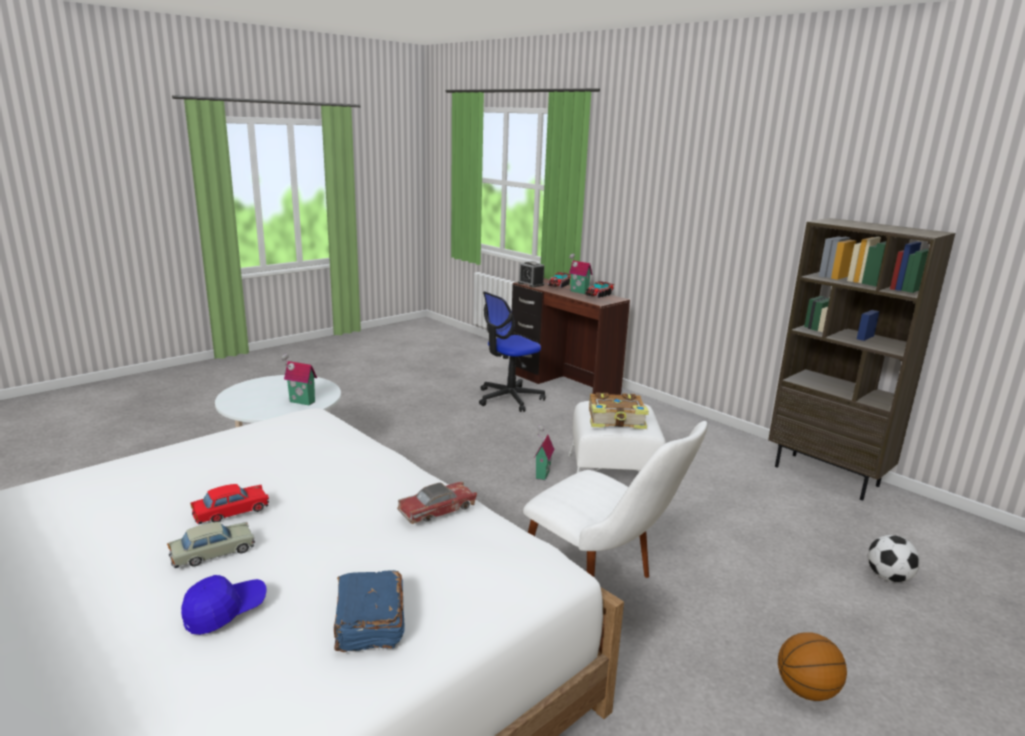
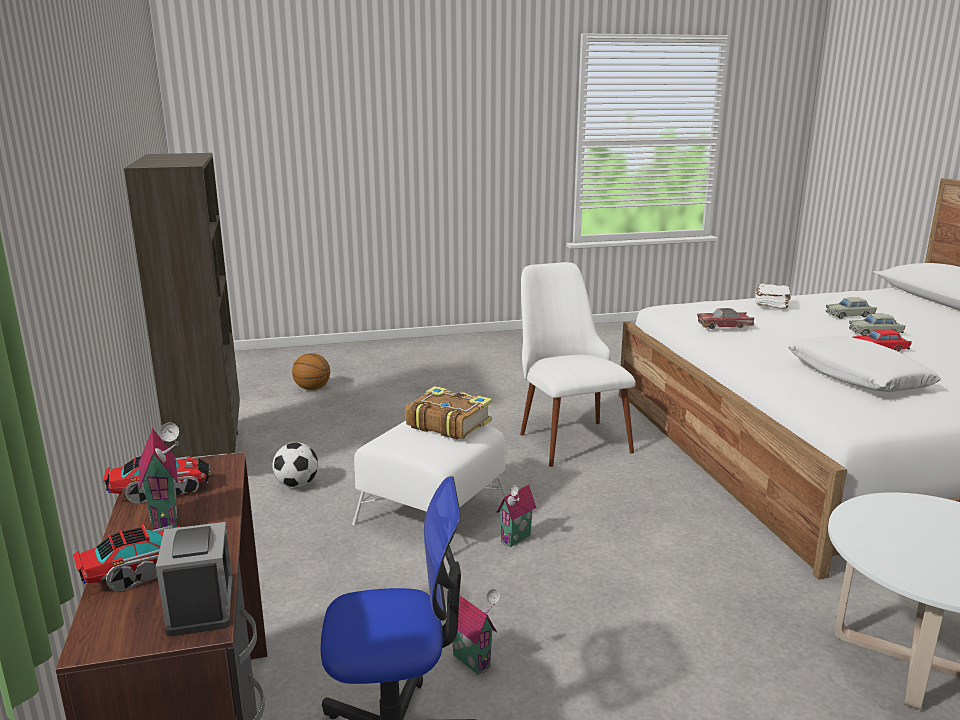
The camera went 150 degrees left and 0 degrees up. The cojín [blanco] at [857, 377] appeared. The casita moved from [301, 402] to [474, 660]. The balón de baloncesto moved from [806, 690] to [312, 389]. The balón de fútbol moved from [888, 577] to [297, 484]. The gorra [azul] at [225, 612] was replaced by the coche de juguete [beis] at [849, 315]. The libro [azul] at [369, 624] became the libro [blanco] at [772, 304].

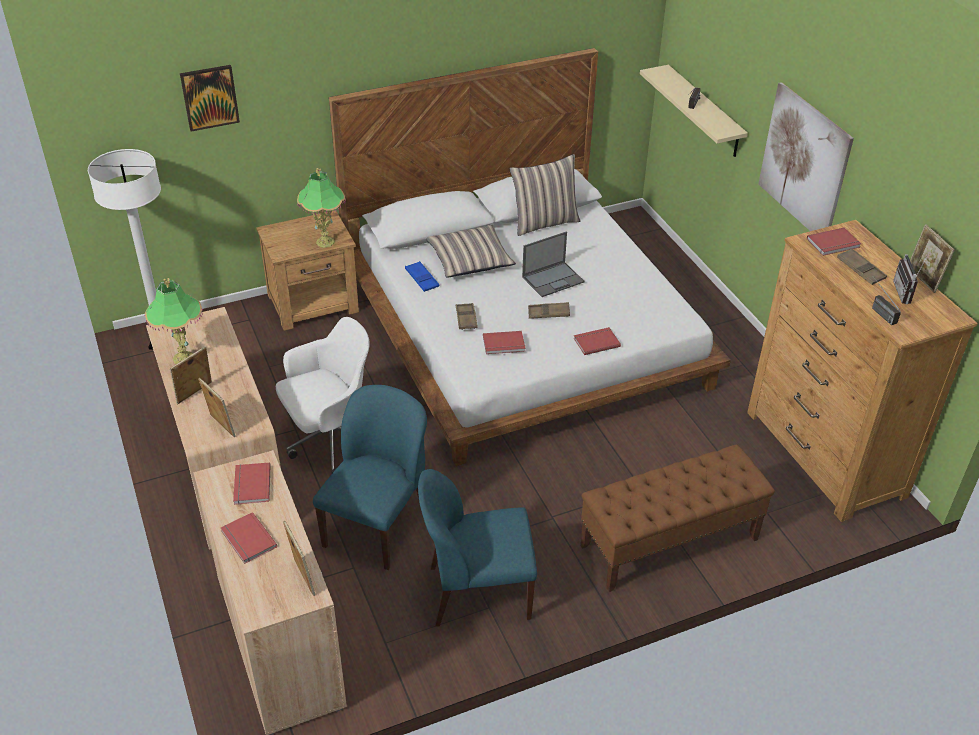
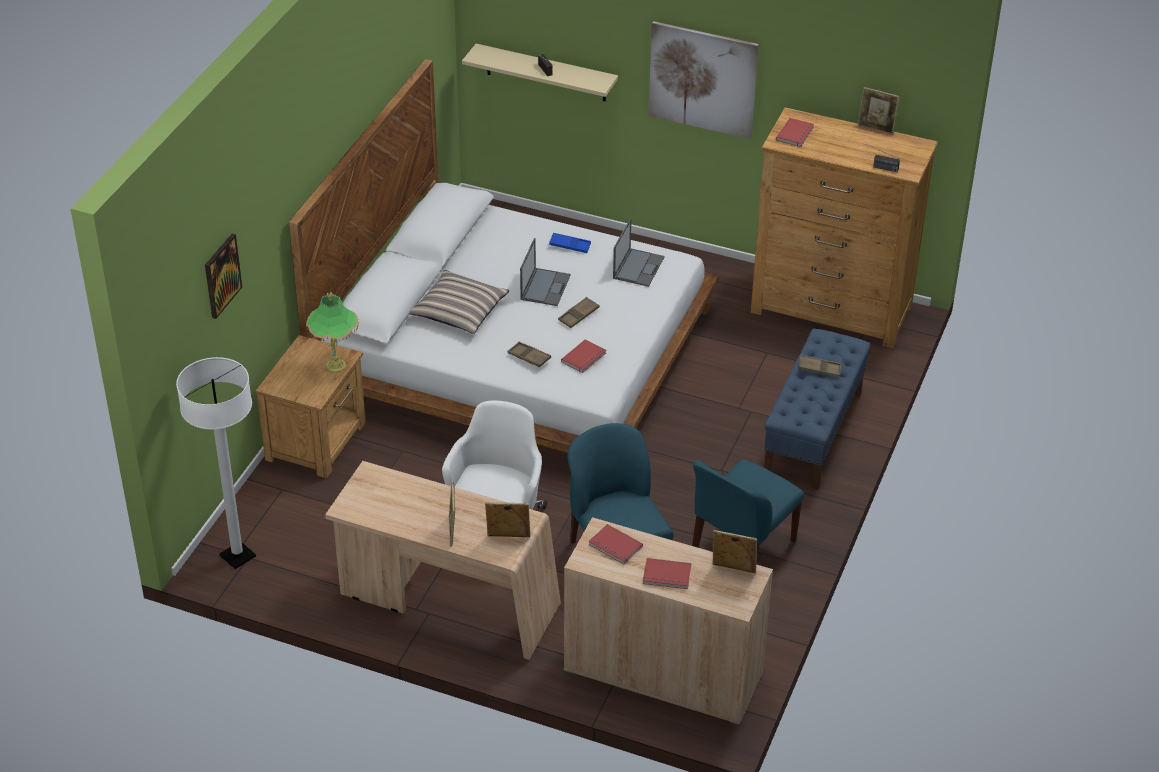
The camera went 45 degrees left and 0 degrees up. The lámpara de mesa at [183, 358] disappeared. The cojín at [544, 222] disappeared. The libro [rojo] at [596, 342] disappeared. The radio at [906, 293] disappeared. The portátil at [638, 267] appeared. The bandeja [azul] moved from [422, 279] to [570, 245]. The bandeja [marrón] moved from [860, 270] to [819, 369]. The banco [marrón] at [669, 543] became the banco [azul] at [813, 434].

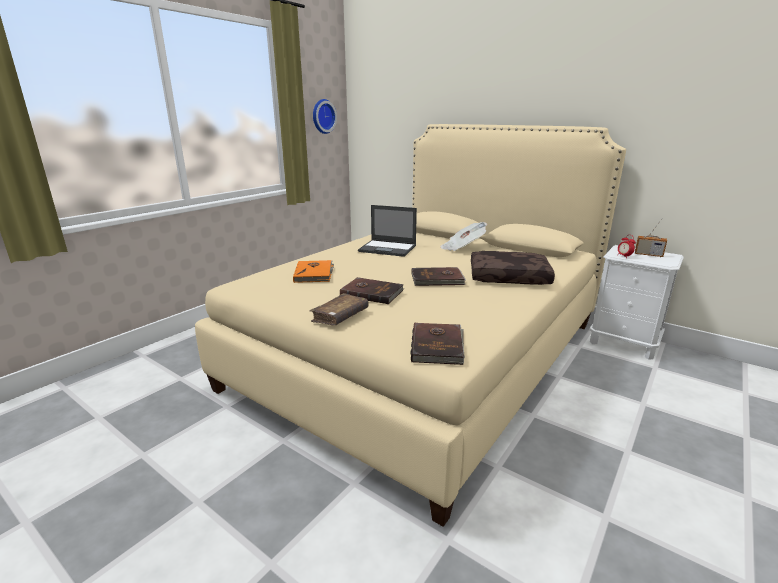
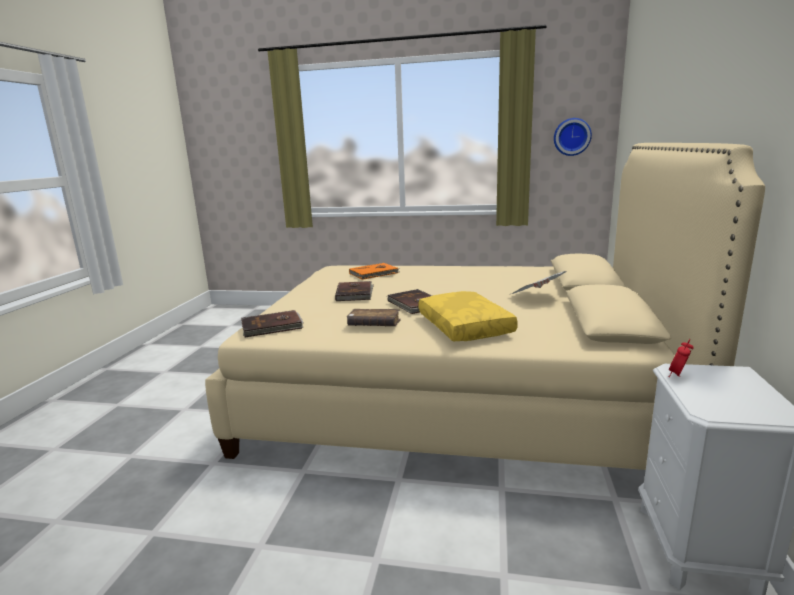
The camera went 65 degrees right and 5 degrees down. The portátil at [388, 248] disappeared. The radio at [648, 255] disappeared. The libro [marrón] moved from [340, 316] to [374, 325]. The cojín [marrón] at [509, 277] became the cojín [amarillo] at [466, 327].

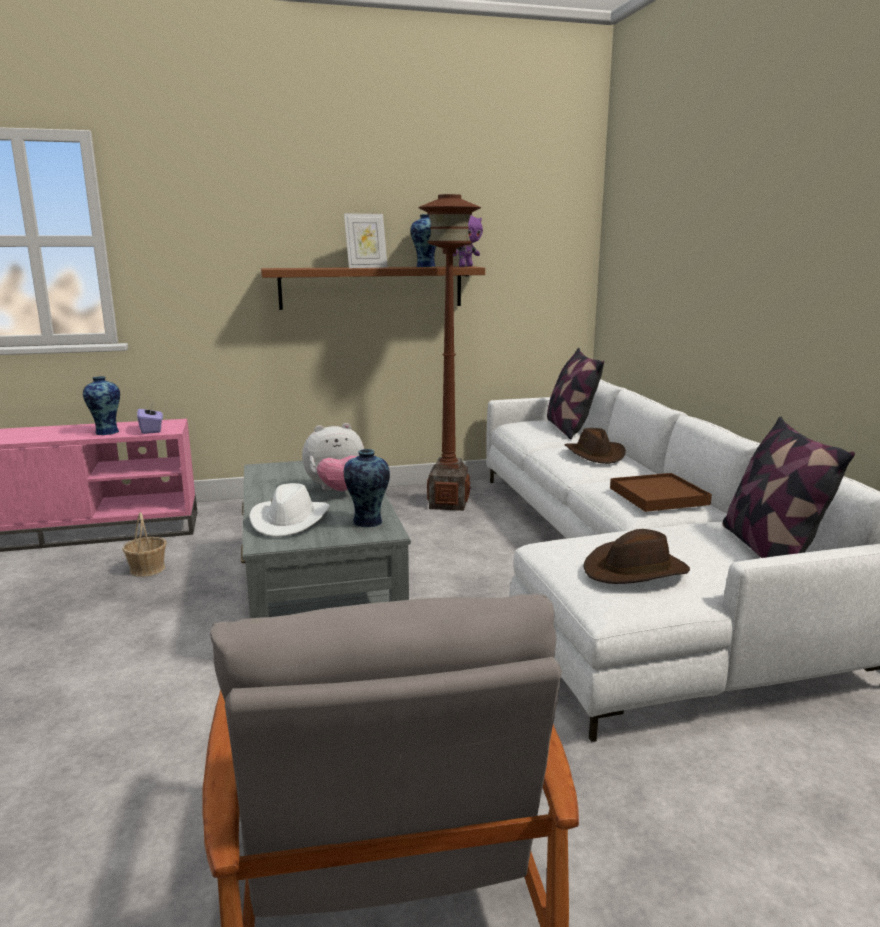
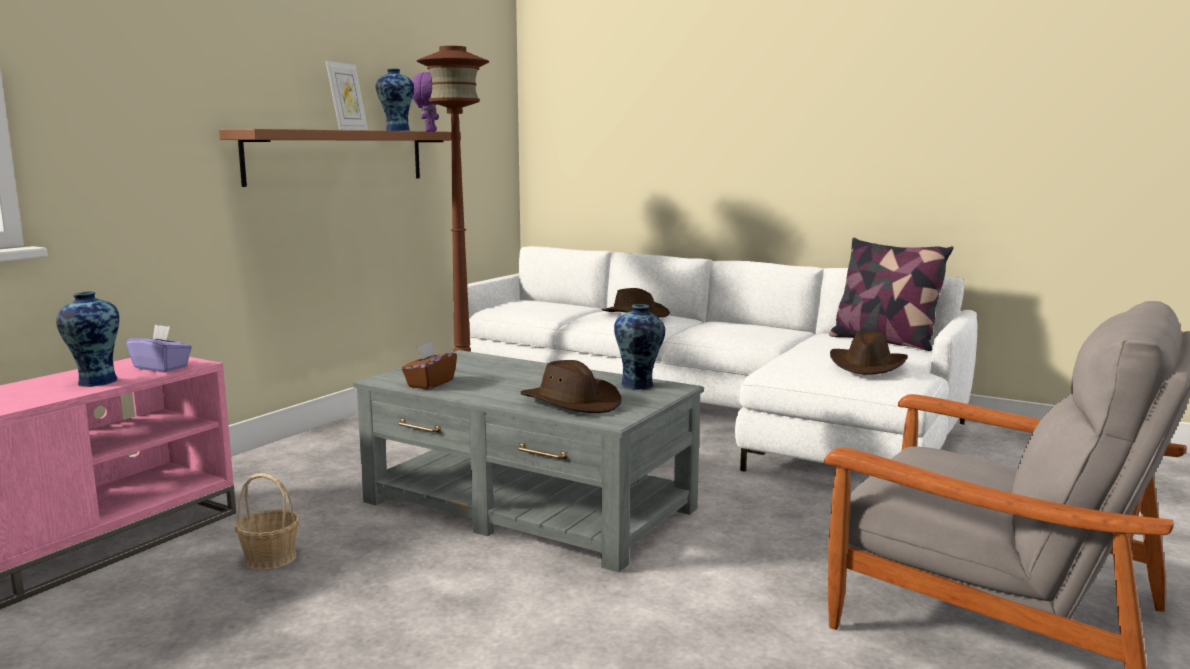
The camera went 45 degrees left and 5 degrees down. The peluche at [337, 490] disappeared. The cojín at [569, 429] disappeared. The bandeja [marrón] at [658, 496] disappeared. The caja de pañuelos [marrón] at [430, 383] appeared. The sombrero [blanco] at [290, 520] became the sombrero [marrón] at [572, 402].

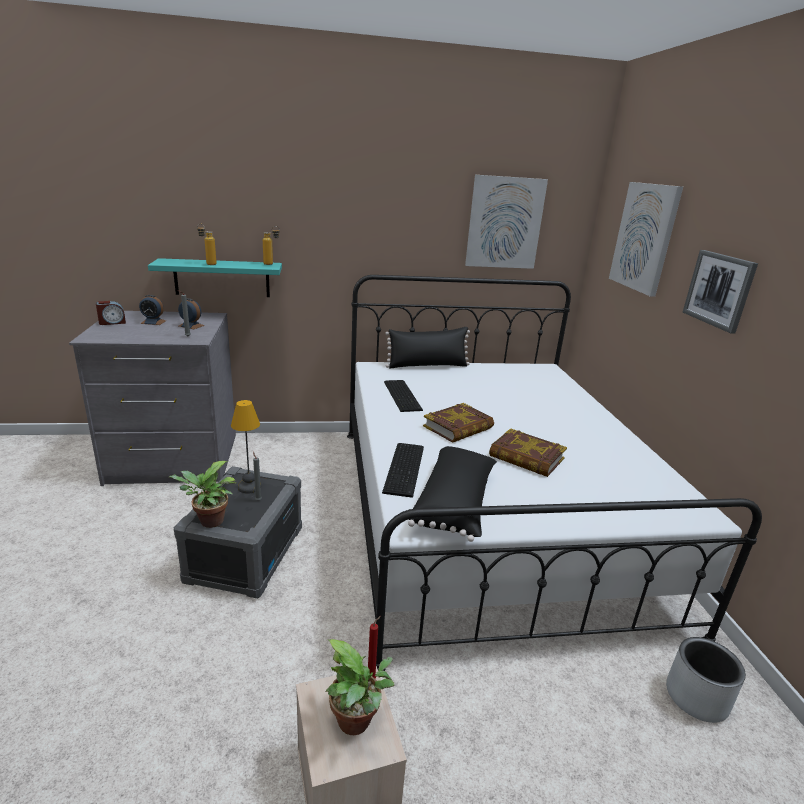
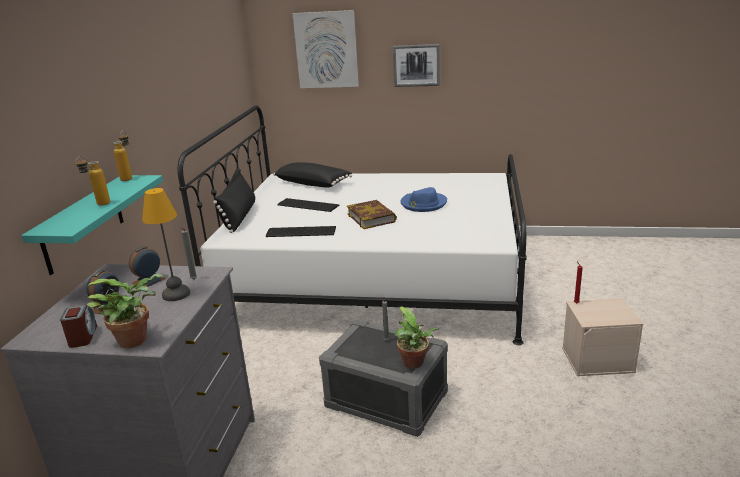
The camera went 70 degrees left and 0 degrees up. The cuadro at [504, 223] disappeared. The maceta [gris] at [696, 697] disappeared. The lámpara de mesa moved from [248, 486] to [175, 294]. The planta en maceta moved from [357, 723] to [137, 339]. The teclado moved from [406, 468] to [308, 204]. The cojín [negro] moved from [455, 504] to [313, 183]. The libro at [526, 458] was replaced by the sombrero [azul] at [423, 204].

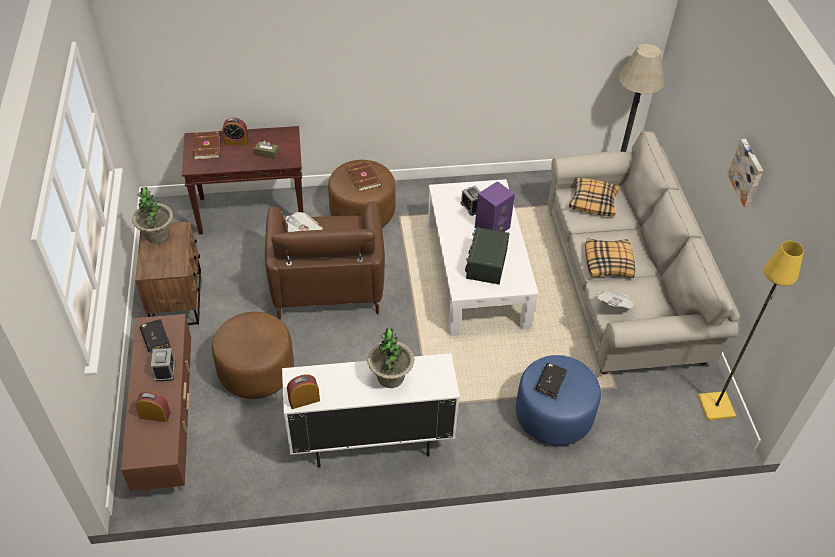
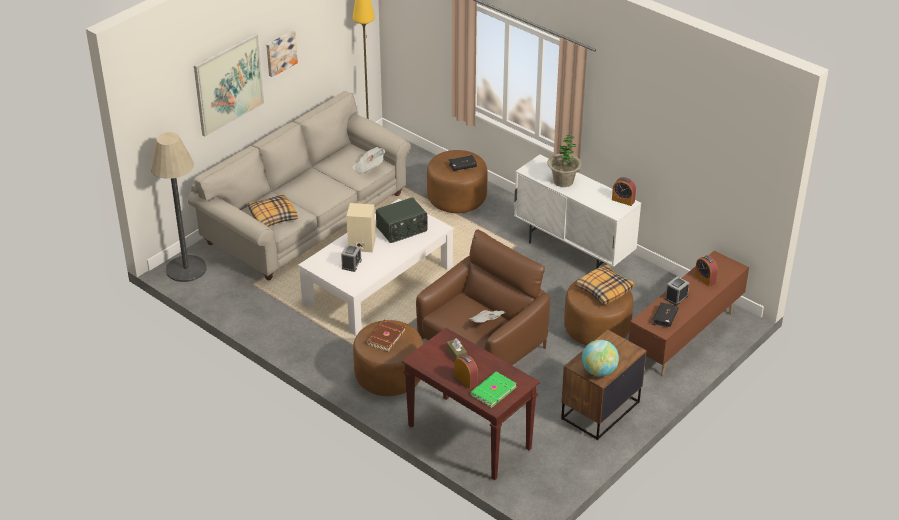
The camera went 130 degrees left and 10 degrees down. The cuadro at [228, 84] appeared. The cojín moved from [609, 263] to [604, 289]. The planta en maceta at [157, 235] was replaced by the globo terráqueo at [599, 371]. The libro [marrón] at [208, 147] became the libro [verde] at [492, 391]. The altavoz [morado] at [492, 227] became the altavoz [beis] at [361, 245]. The puf [azul] at [553, 416] became the puf [marrón] at [457, 198].

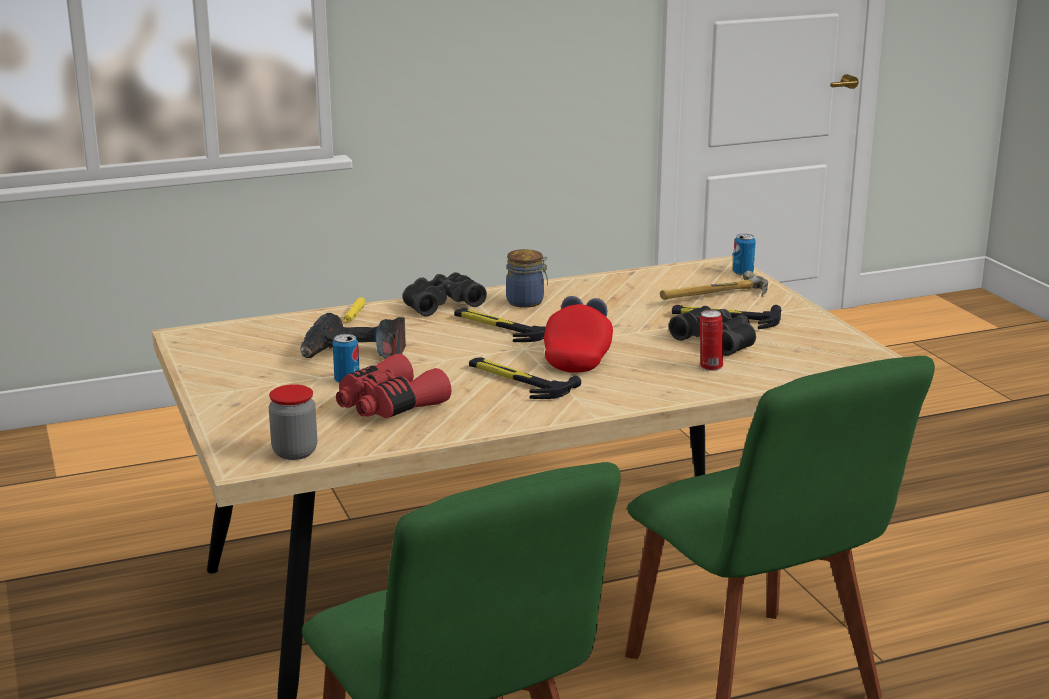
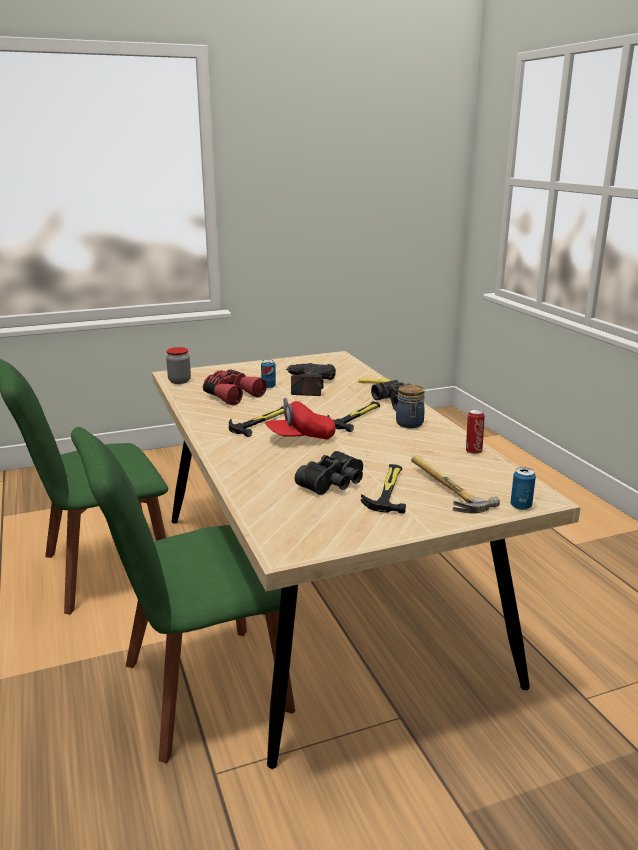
The camera went 90 degrees right and 0 degrees up. The lata moved from [710, 367] to [473, 451]. The gorra [rojo] at [579, 357] turned 150 degrees clockwise.

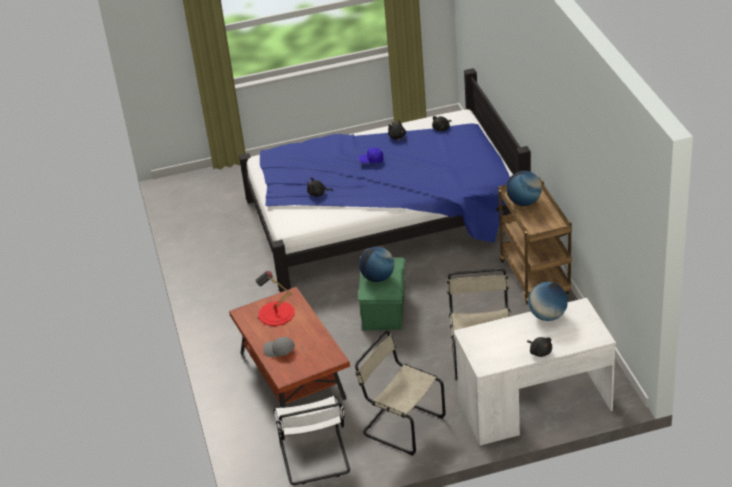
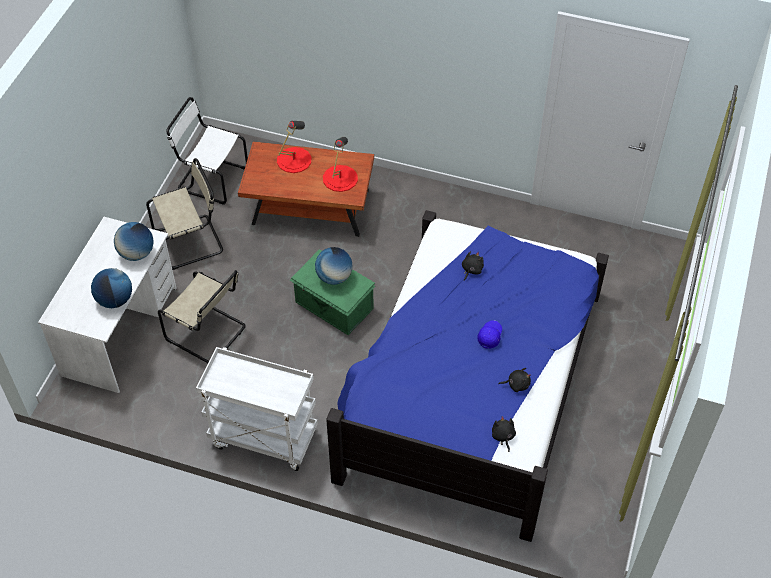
The camera went 120 degrees right and 15 degrees up. The peluche [negro] at [540, 352] disappeared. The globo terráqueo moved from [524, 202] to [136, 253]. The gorra [gris] at [279, 350] was replaced by the lámpara de mesa [rojo] at [294, 160]. The carrito [marrón] at [536, 279] became the carrito [blanco] at [262, 438].

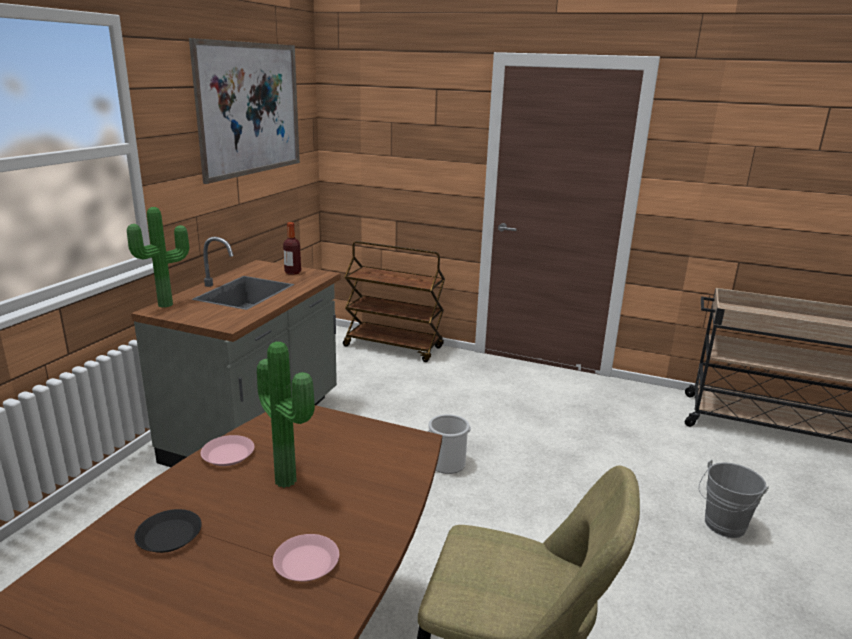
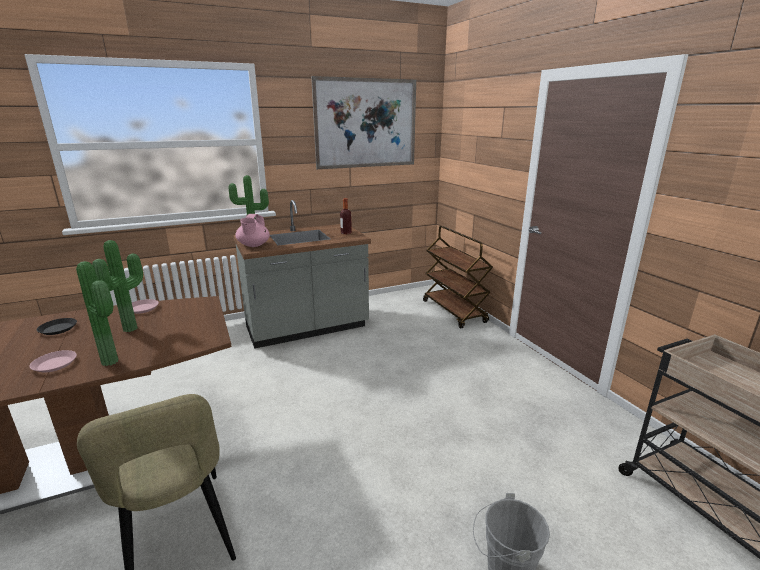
The camera went 45 degrees right and 0 degrees up. The cubo at [447, 463] disappeared. The planta en maceta at [113, 360] appeared. The tetera [rosa] at [253, 245] appeared.

